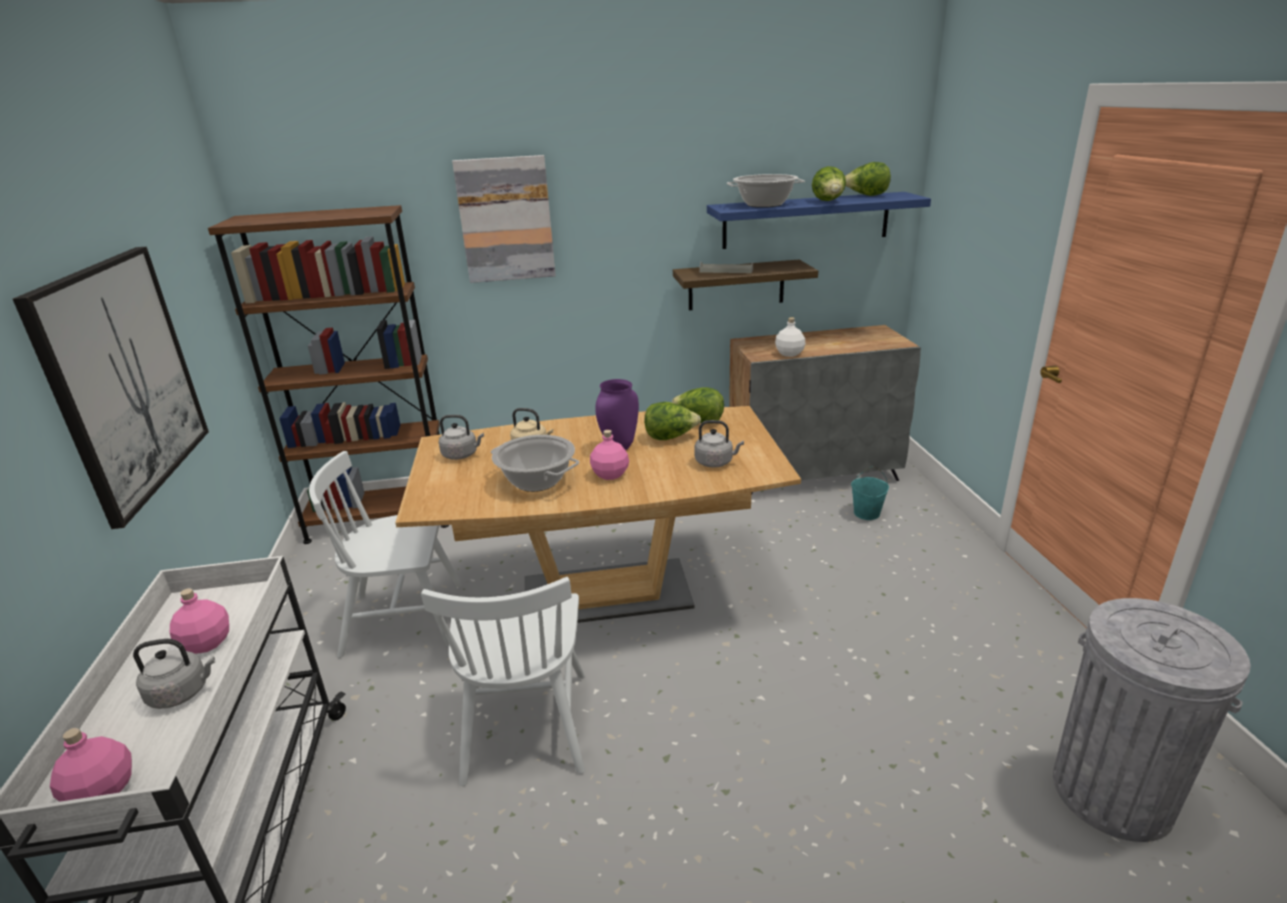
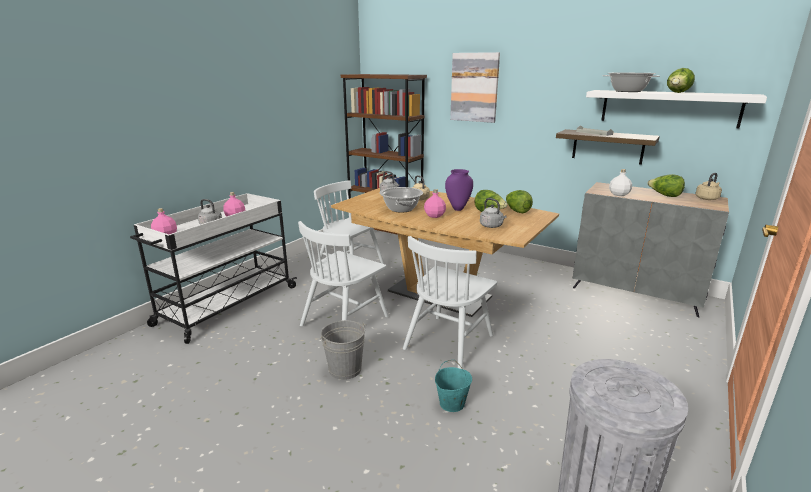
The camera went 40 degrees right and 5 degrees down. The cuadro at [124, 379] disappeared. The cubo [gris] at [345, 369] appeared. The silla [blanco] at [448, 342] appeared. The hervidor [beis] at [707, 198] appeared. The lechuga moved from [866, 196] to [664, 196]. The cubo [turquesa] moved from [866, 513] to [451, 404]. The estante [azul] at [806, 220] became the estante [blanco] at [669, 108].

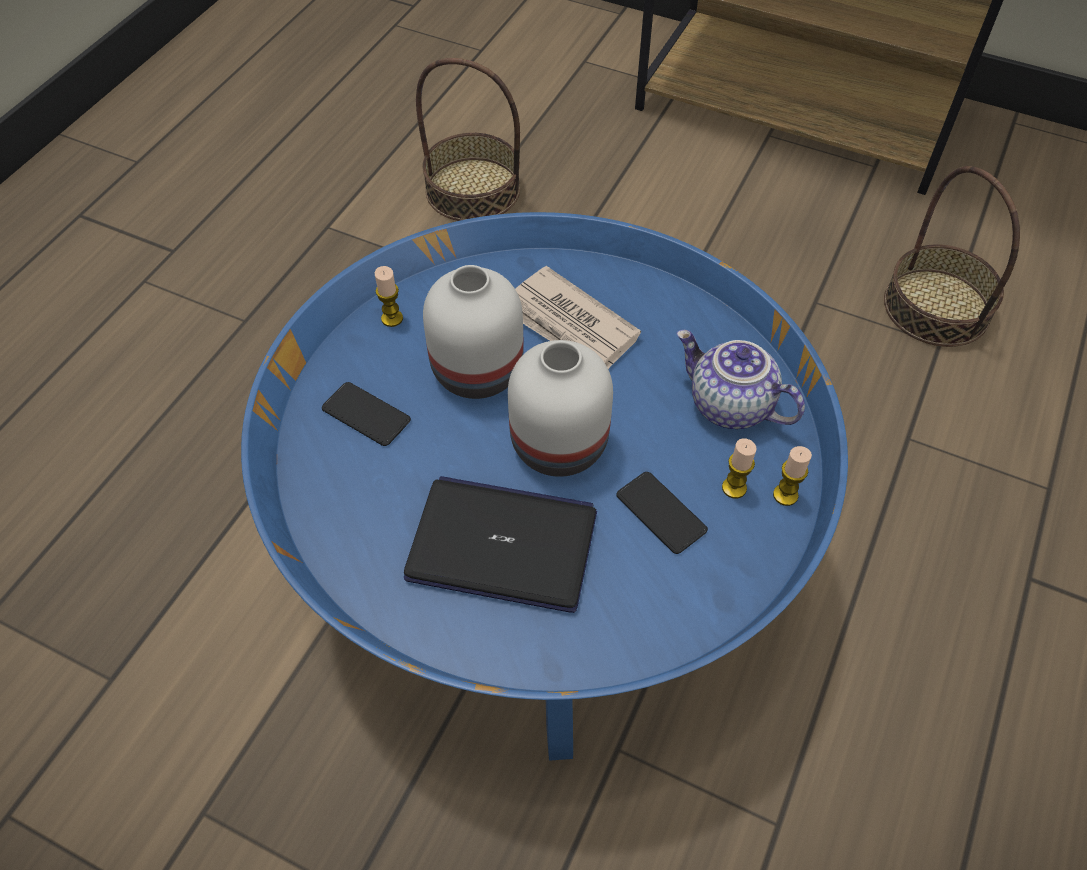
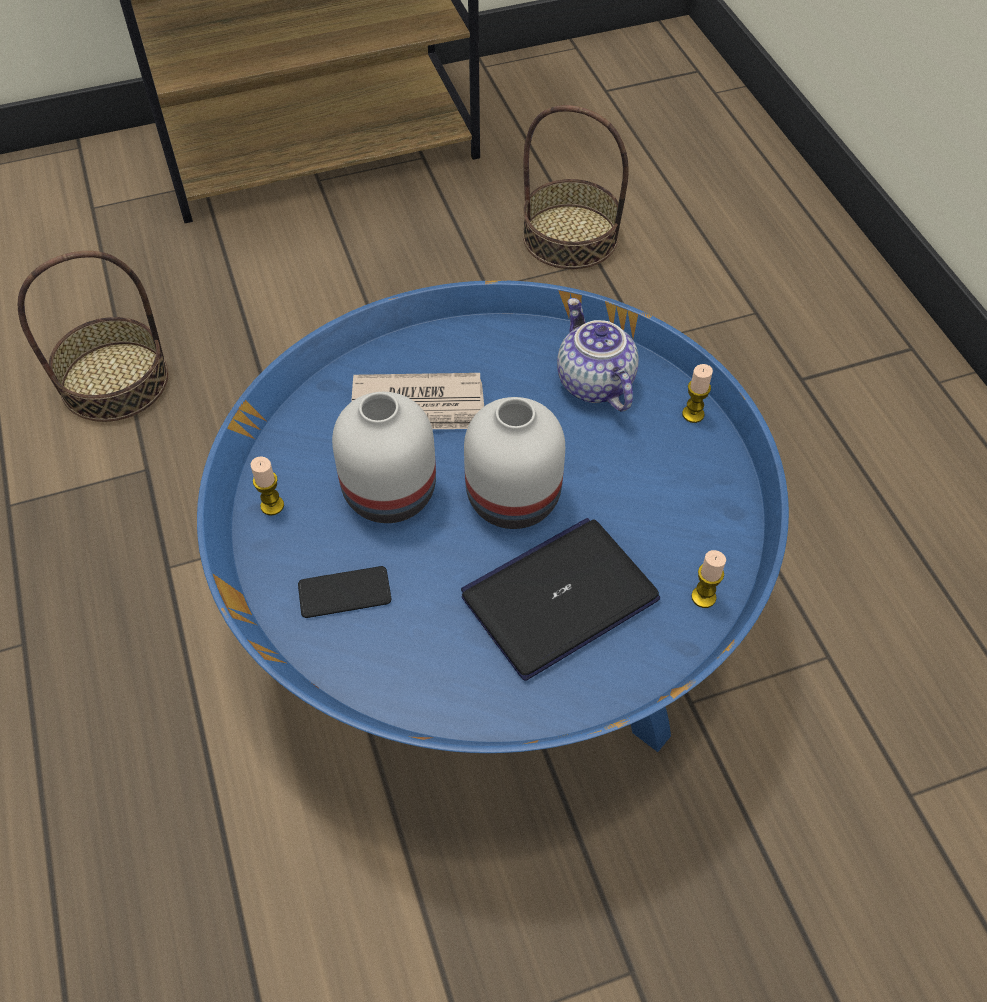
The camera went 45 degrees left and 0 degrees up. The móvil at [661, 513] disappeared. The vela moved from [734, 488] to [703, 597]. The tetera at [728, 406] turned 75 degrees clockwise.

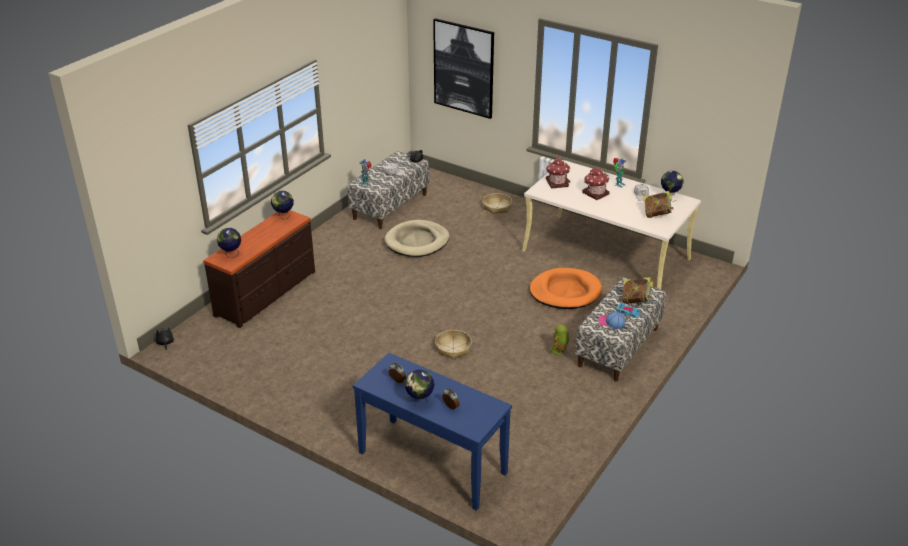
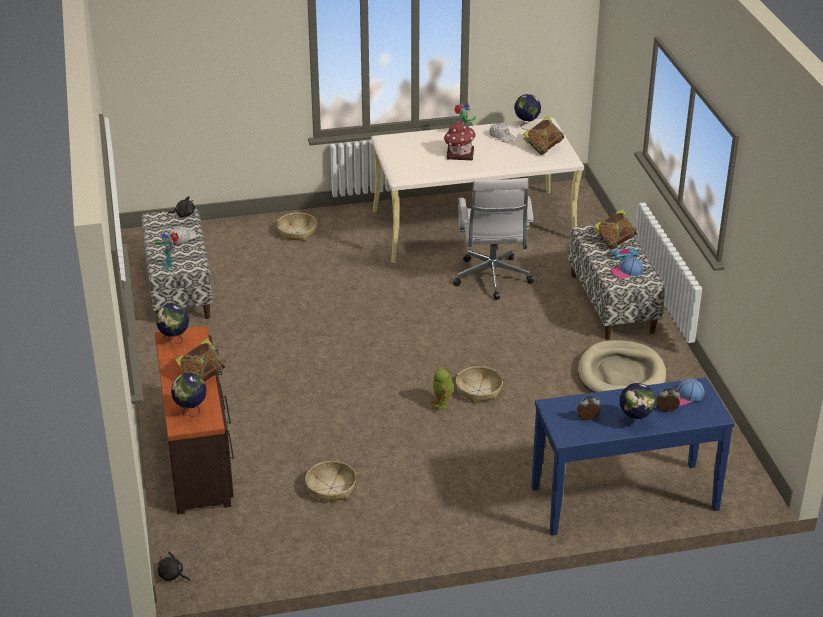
The camera went 45 degrees left and 0 degrees up. The cuadro at [463, 68] disappeared. The casita at [557, 182] disappeared. The libro at [203, 377] appeared. The cesta at [331, 488] appeared. The gorra at [684, 396] appeared. The cama para perro [beis] moved from [417, 241] to [621, 374]. The robot de juguete moved from [559, 351] to [442, 404]. The cama para perro [naranja] at [565, 292] was replaced by the silla de oficina [blanco] at [492, 280].

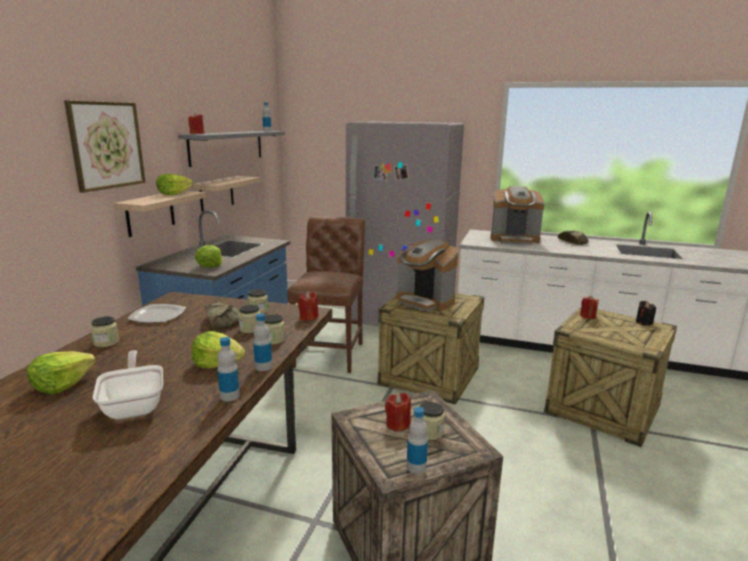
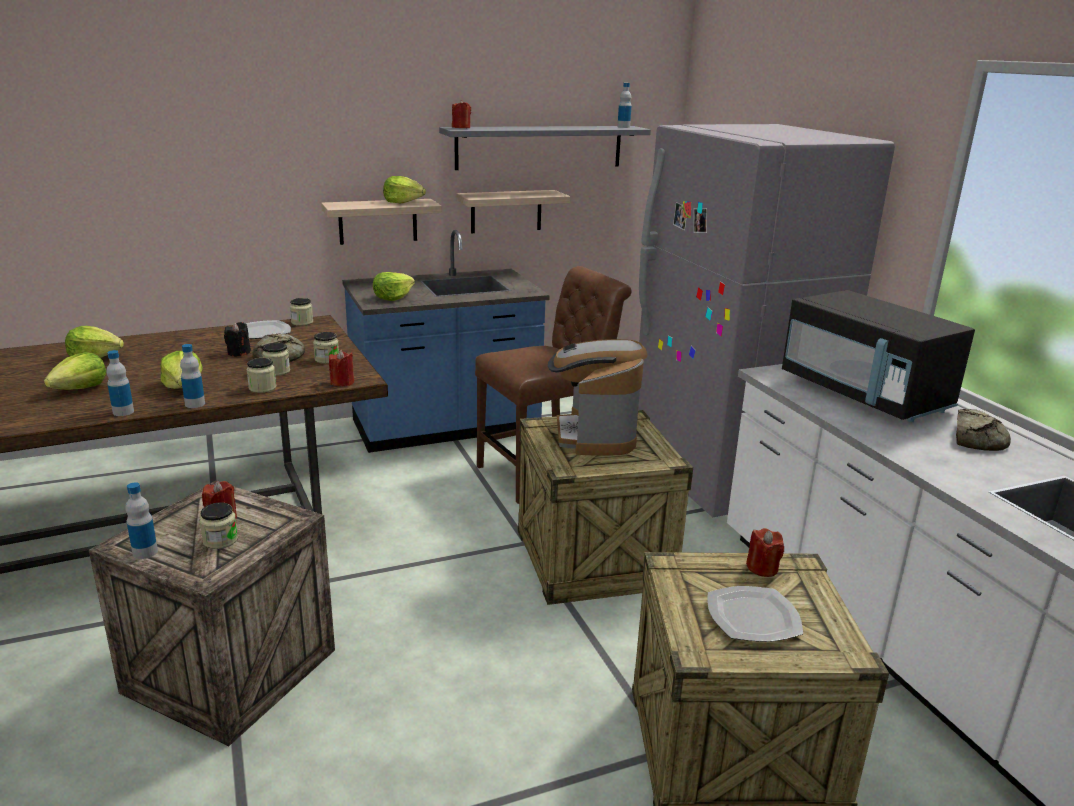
The camera went 50 degrees right and 5 degrees up. The cuadro at [106, 145] disappeared. The plato at [754, 617] appeared. The tarro moved from [106, 342] to [302, 322]. The vela [negro] moved from [644, 322] to [239, 353]. The sartén at [135, 405] was replaced by the lechuga at [81, 389]. The cafetera at [514, 239] was replaced by the microondas [negro] at [864, 394].

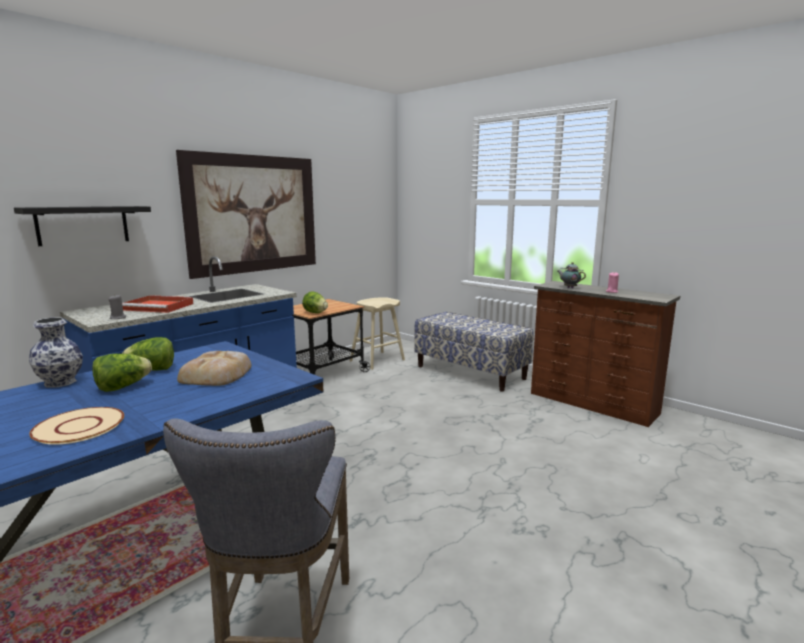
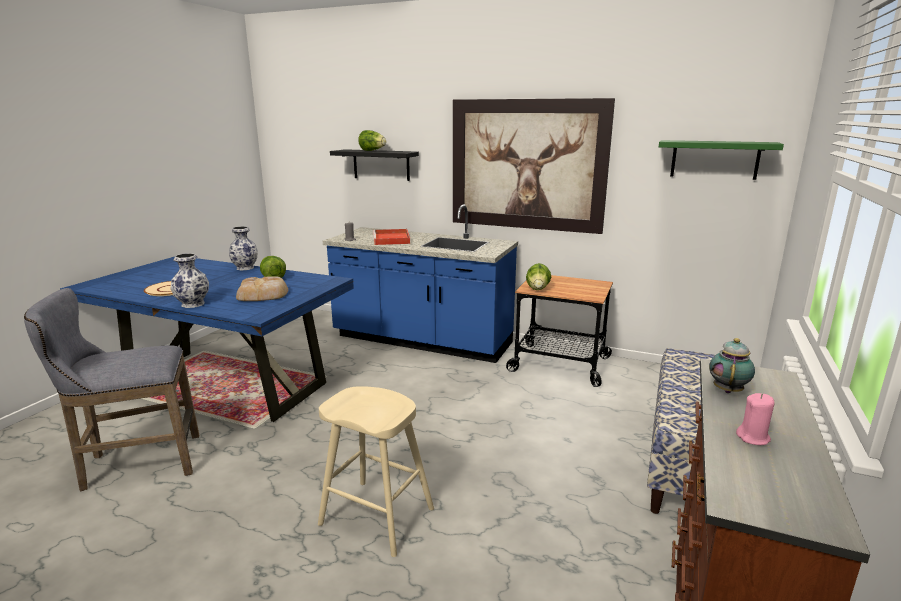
The camera went 70 degrees right and 5 degrees up. The florero at [192, 304] appeared. The estante [verde] at [714, 159] appeared. The lechuga moved from [123, 387] to [372, 150]. The taburete [beis] moved from [377, 360] to [376, 516].

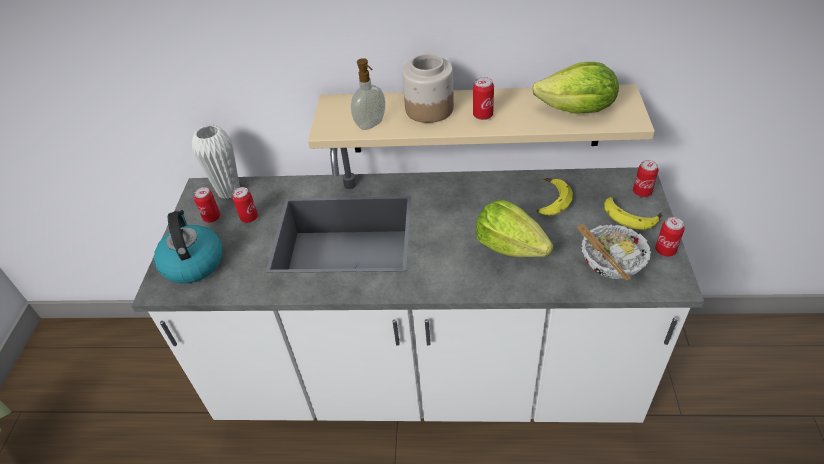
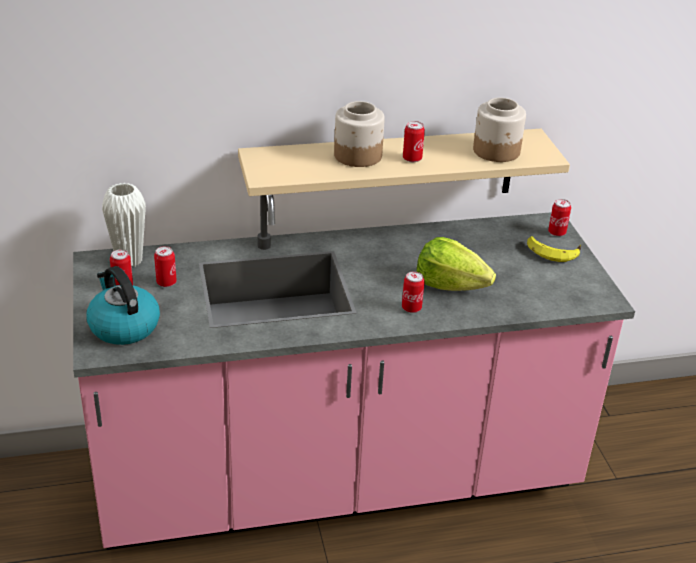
The camera went 20 degrees left and 10 degrees down. The dispensador de jabón at [371, 124] disappeared. The plátano at [549, 201] disappeared. The cuenco at [610, 266] disappeared. The lata moved from [665, 250] to [411, 308]. The lechuga at [577, 110] was replaced by the tarro at [497, 151]. The mueble bajo de cocina [blanco] at [425, 378] became the mueble bajo de cocina [rosa] at [338, 481].

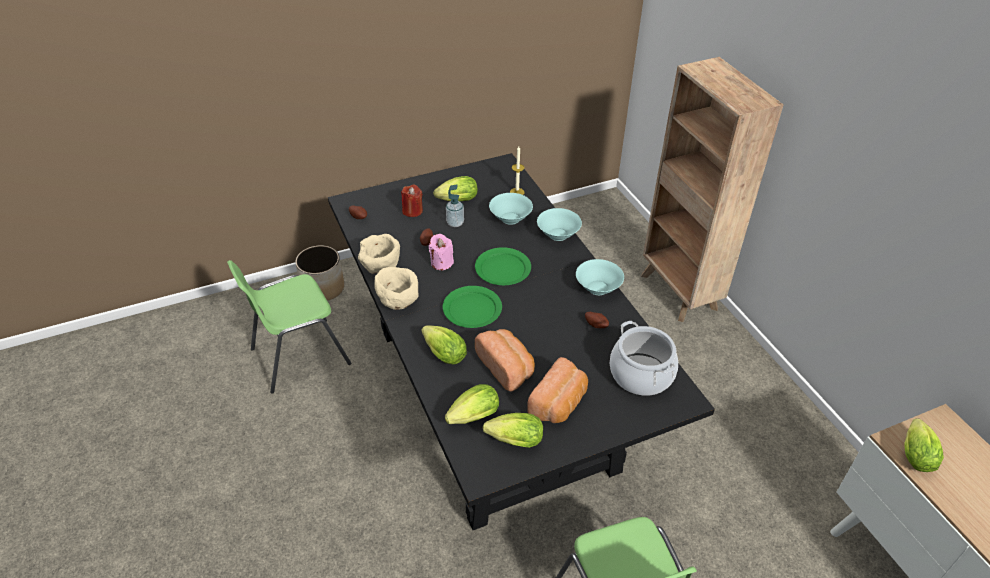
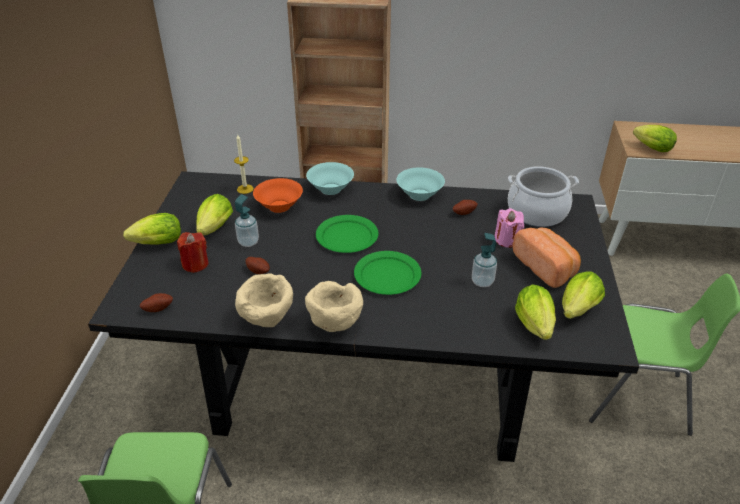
The camera went 60 degrees left and 5 degrees down. The maceta at [322, 288] disappeared. The lechuga moved from [442, 353] to [155, 244]. The vela [rosa] moved from [441, 263] to [507, 240]. The pan at [506, 367] was replaced by the dispensador de jabón at [482, 281]. The cuenco [turquesa] at [510, 218] became the cuenco [naranja] at [279, 207].

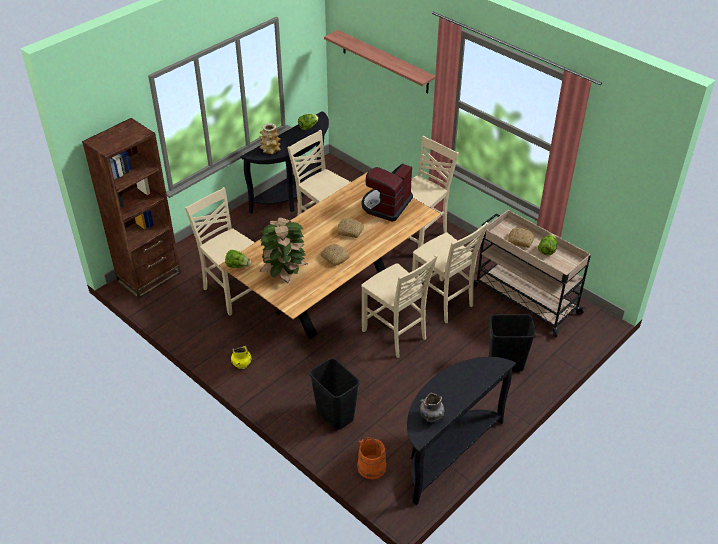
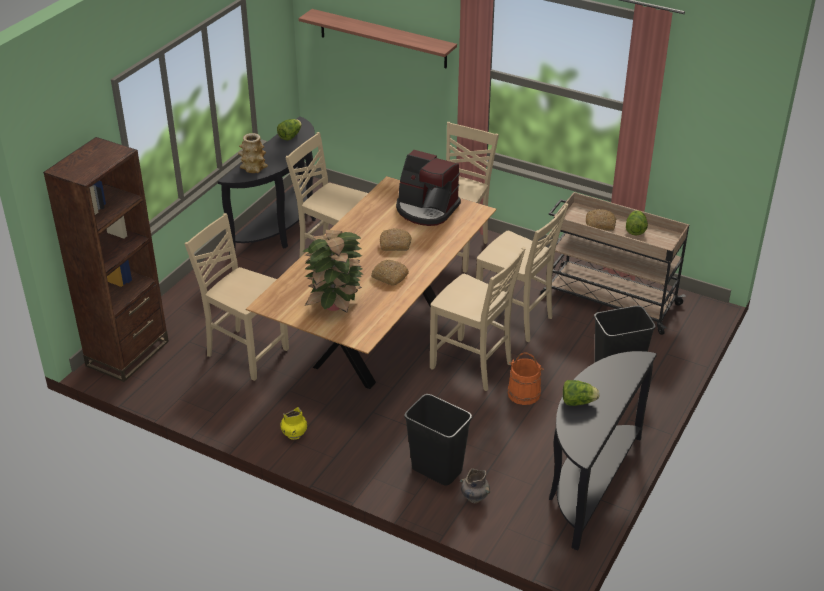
The camera went 15 degrees left and 5 degrees down. The lechuga moved from [238, 266] to [578, 402]. The cubo [naranja] moved from [371, 467] to [523, 394]. The florero [gris] moved from [430, 417] to [474, 498]. The cafetera at [386, 205] turned 75 degrees counterclockwise.

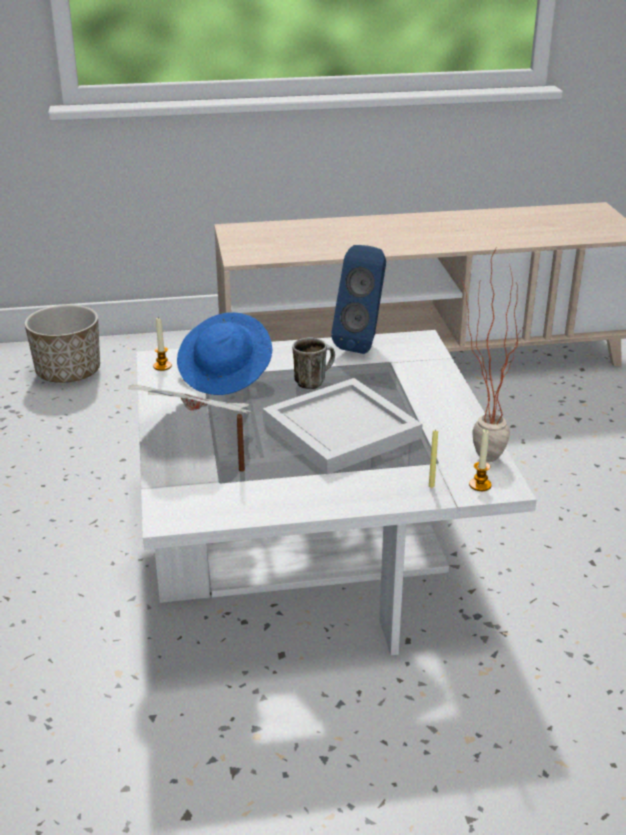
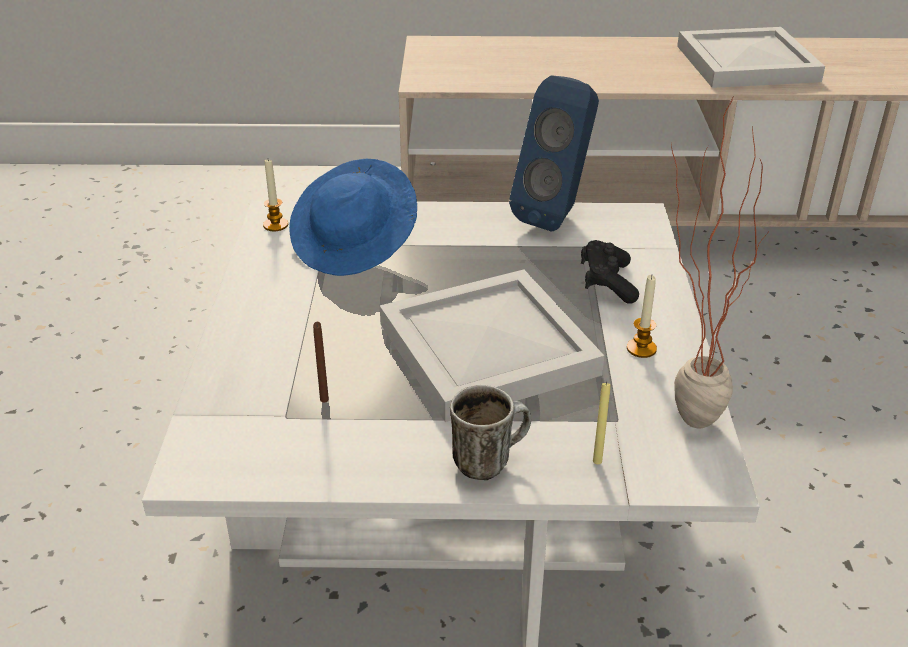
The camera went 10 degrees right and 5 degrees up. The maceta at [68, 372] disappeared. The periódico at [198, 427] disappeared. The mando de consola [negro] at [607, 283] appeared. The bandeja [blanco] at [744, 63] appeared. The taza grande moved from [313, 381] to [488, 460]. The vela moved from [480, 485] to [641, 348].

